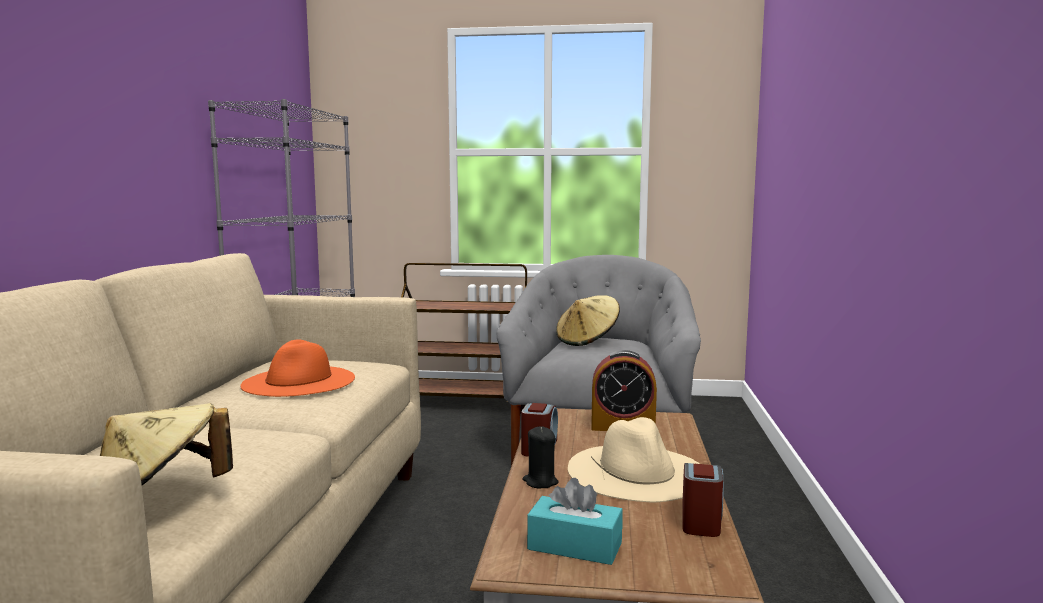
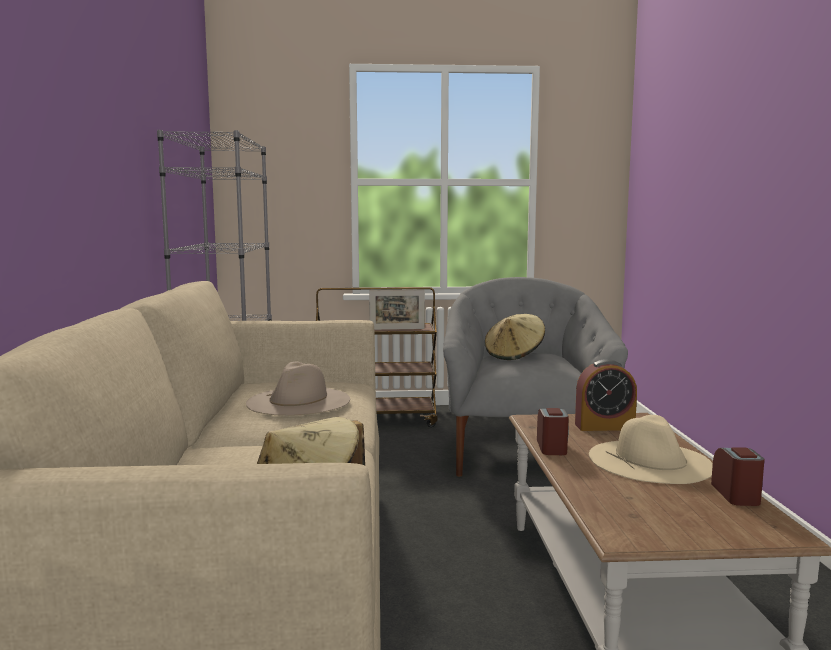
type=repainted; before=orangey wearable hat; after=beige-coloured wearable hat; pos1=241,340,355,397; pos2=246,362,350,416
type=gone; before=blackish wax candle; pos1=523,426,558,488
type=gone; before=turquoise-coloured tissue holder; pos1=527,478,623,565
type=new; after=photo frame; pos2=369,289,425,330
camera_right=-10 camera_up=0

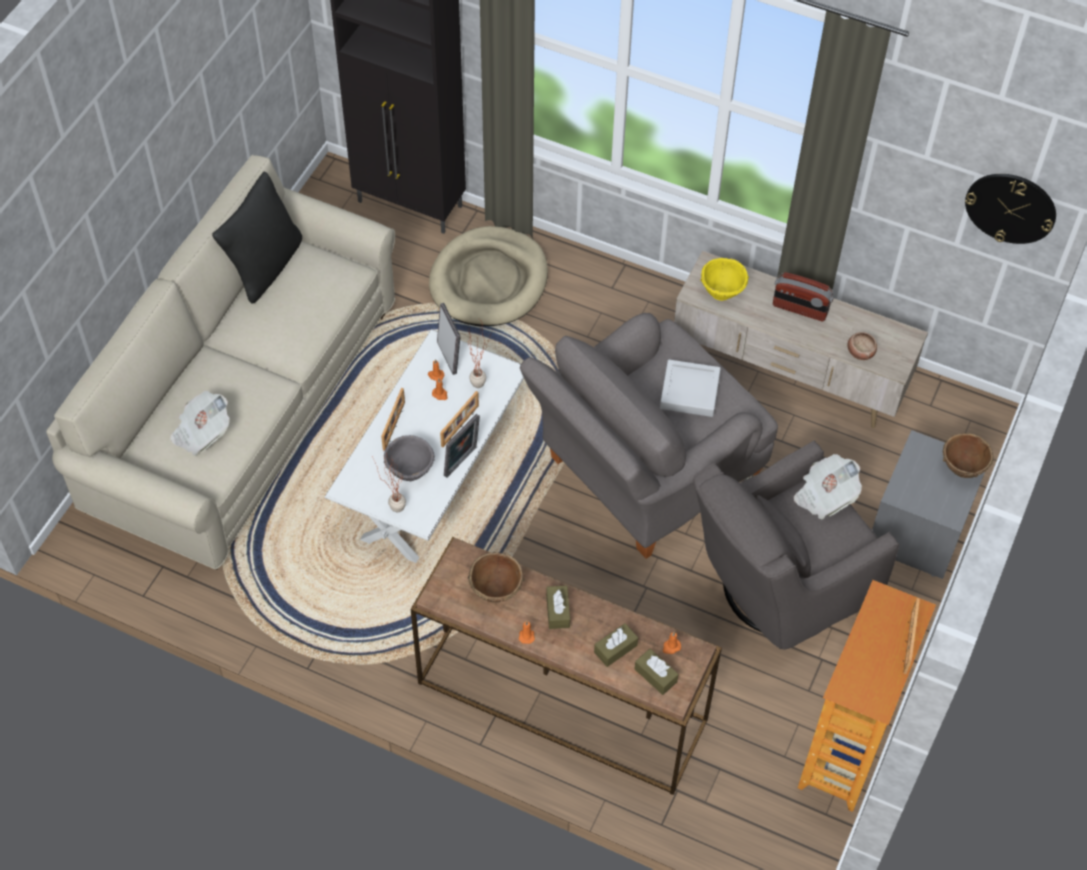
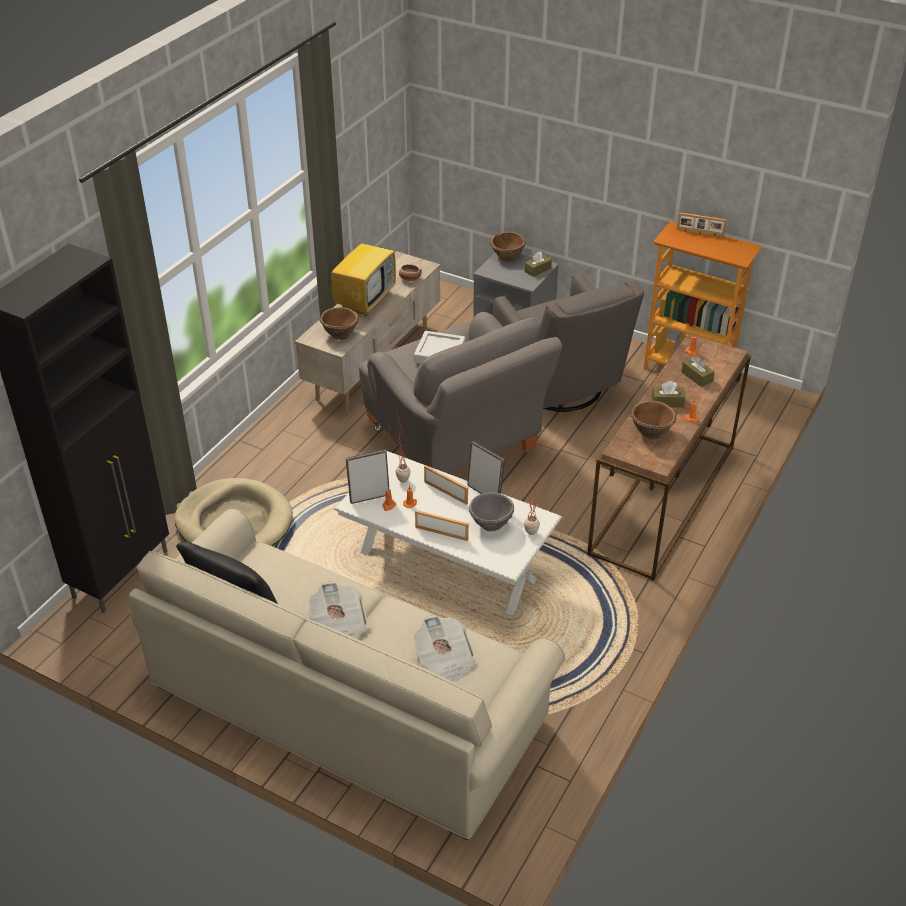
type=shifted; before=brownish tissue holder; pos1=635,649,679,695; pos2=524,251,552,277
type=repainted; before=yellow deep dish; after=brownish deep dish; pos1=701,258,749,301; pos2=319,307,359,340
type=swapped; before=radio receiver; after=TV; pos1=773,272,834,321; pos2=331,225,396,316
type=shifted; before=daily paper; pos1=794,454,862,520; pos2=309,581,368,639
type=gone; before=wall clock; pos1=965,174,1056,244
camera_right=-85 camera_up=-15

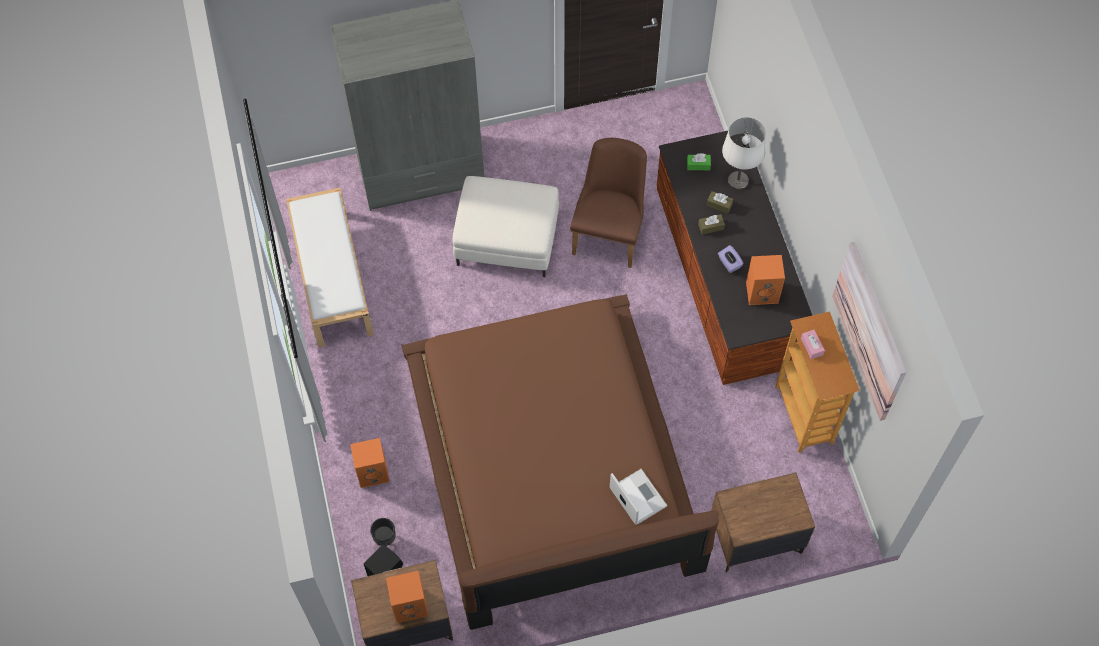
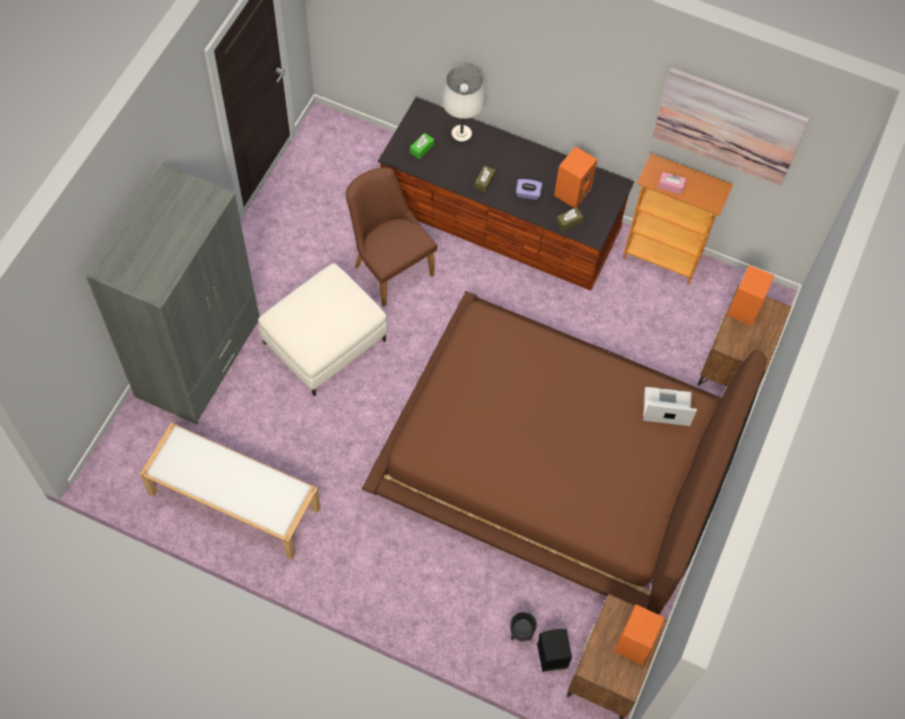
type=shifted; before=orangey audio speaker; pos1=350,438,390,488; pos2=727,265,775,326
type=shifted; before=brownish tissue holder; pos1=707,191,733,214; pos2=556,208,584,231
camera_right=-55 camera_up=0

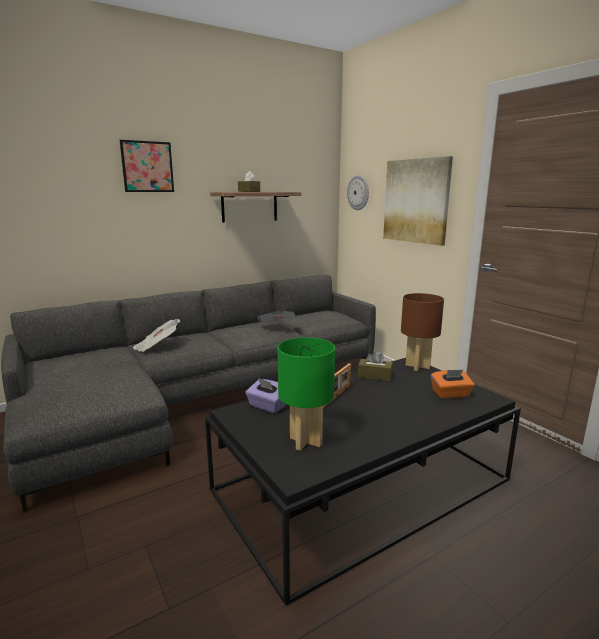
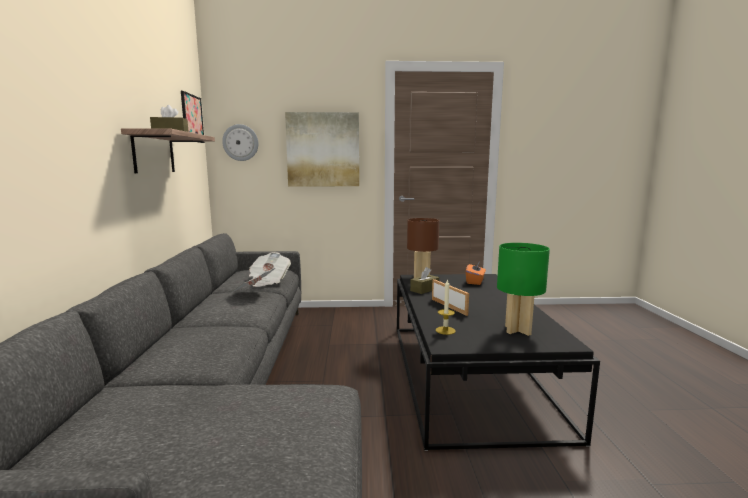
type=shifted; before=wall art; pos1=120,140,174,192; pos2=181,91,205,143
type=shifted; before=daily paper; pos1=133,319,180,352; pos2=249,252,291,287
type=swapped; before=purplish tissue holder; after=wax candle; pos1=245,378,286,413; pos2=436,279,456,335
camera_right=-60 camera_up=-5

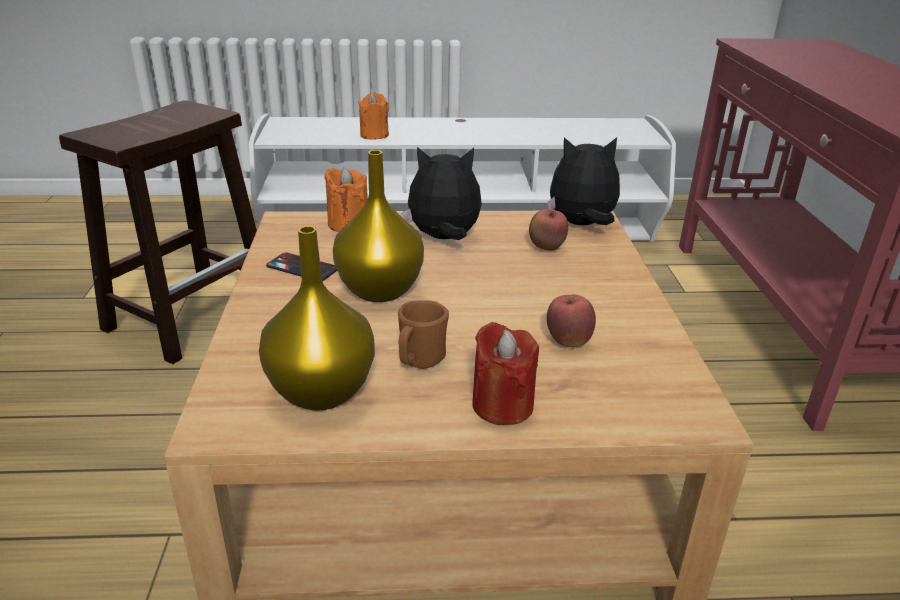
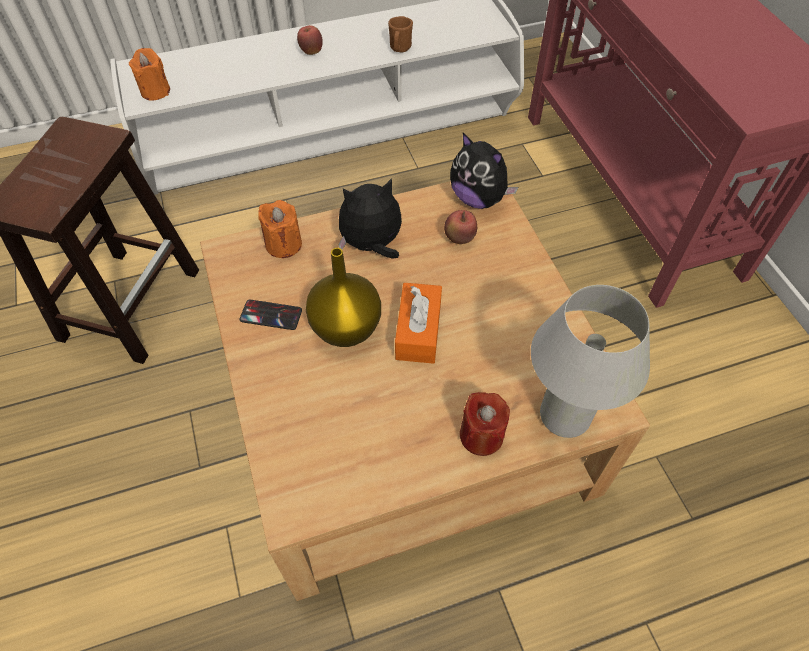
type=gone; before=yellow vase; pos1=259,226,375,411
type=shifted; before=orangey wax candle; pos1=358,93,389,140; pos2=129,48,170,100
type=shifted; before=brownish tea mug; pos1=398,300,449,369; pos2=388,16,413,52
type=shifted; before=whole apple; pos1=547,294,596,347; pos2=297,25,323,55
type=rotated; before=soft toy; pos1=548,137,620,225; pos2=450,133,518,209; turn=-120
type=new; after=orangey tissue holder; pos2=395,283,442,364
type=new; after=whitish tabletop lamp; pos2=531,285,650,438
camera_right=-15 camera_up=25

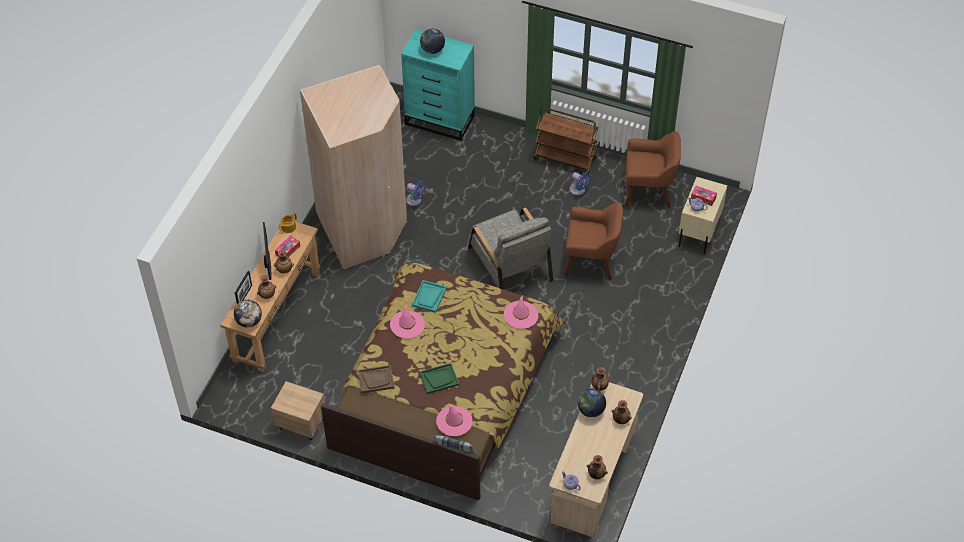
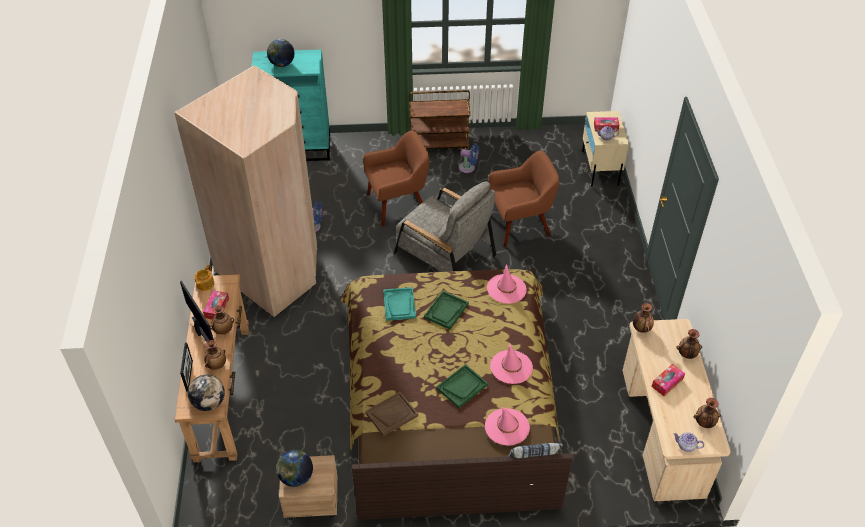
type=shifted; before=pinkish wearable hat; pos1=390,305,425,339; pos2=490,342,533,384
type=shifted; before=world globe; pos1=578,389,606,417; pos2=276,450,313,487
type=shifted; before=brownish easy chair; pos1=625,131,681,208; pos2=363,130,429,226
type=new; after=green-coloured serving tray; pos2=424,291,469,330
type=new; after=tissue holder; pos2=651,364,685,396
camera_right=-25 camera_up=-5

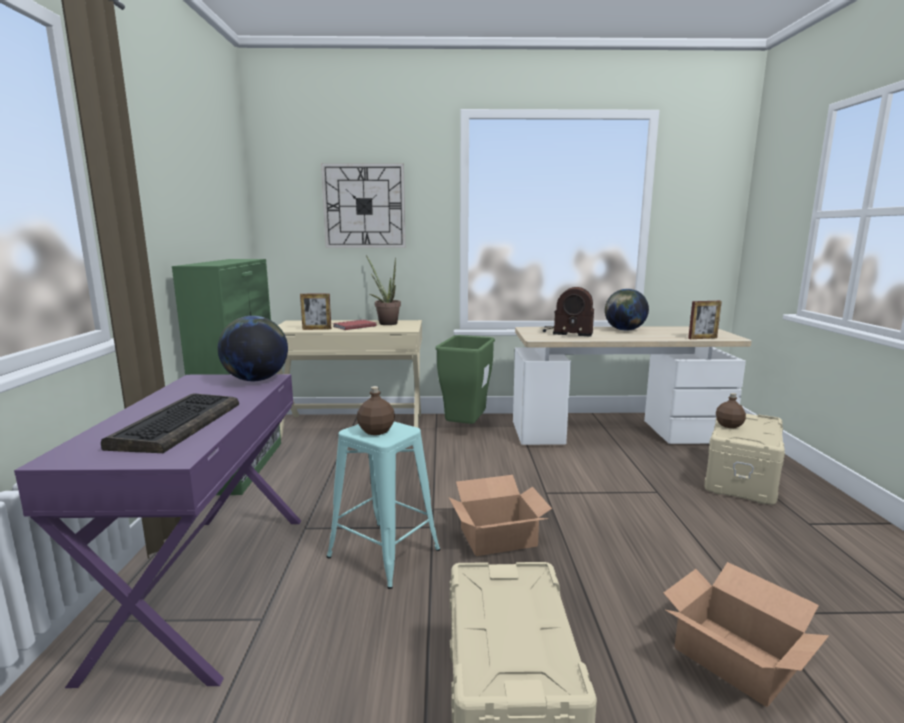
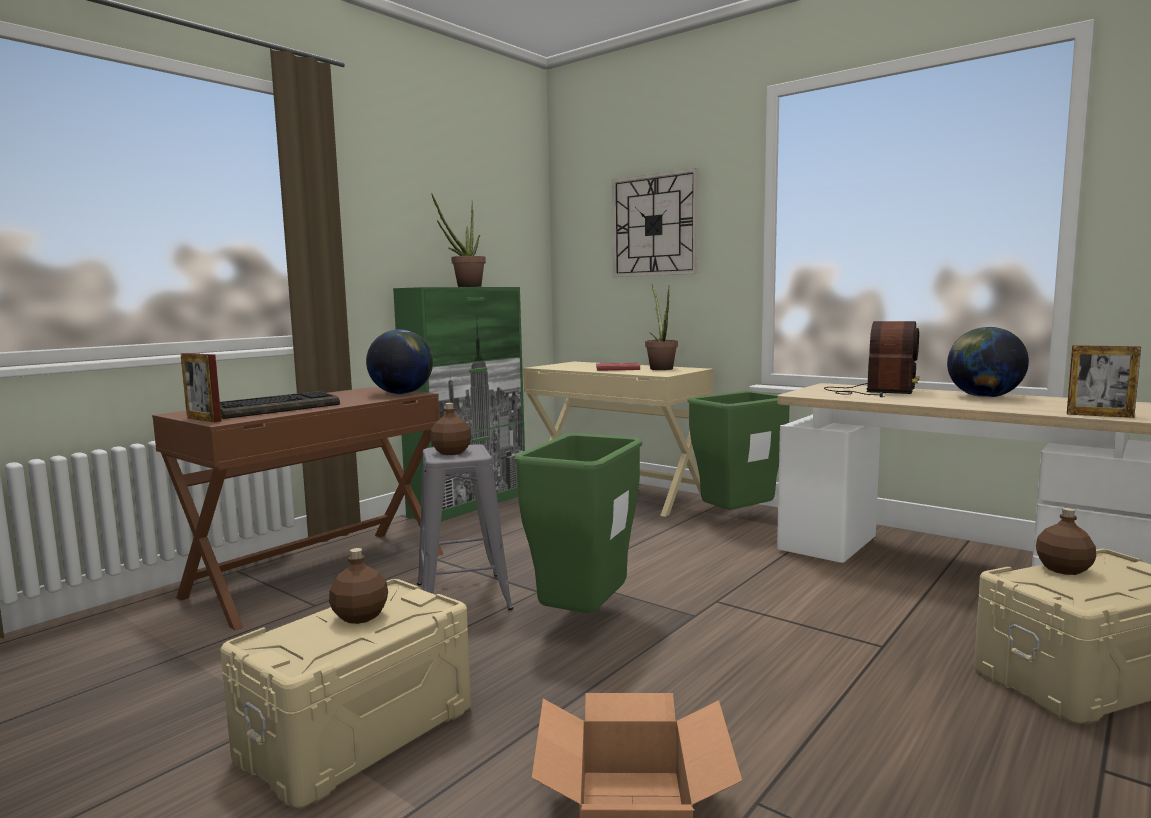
type=repainted; before=purplish desk table; after=brownish desk table; pos1=14,374,301,688; pos2=152,387,444,630
type=shifted; before=photo frame; pos1=300,293,331,330; pos2=180,353,222,422
type=repainted; before=turquoise-coloured stool seat; after=greyish stool seat; pos1=326,421,440,589; pos2=417,444,513,610
type=swapped; before=cardboard box; after=green-coloured waste bin; pos1=449,475,552,556; pos2=514,433,642,613
type=rotated; before=radio receiver; pos1=543,287,594,337; pos2=824,321,919,397; turn=-120
type=new; after=brownish drink bottle; pos2=329,548,388,624
type=new; after=houseplant; pos2=431,193,486,287
camera_right=40 camera_up=-5

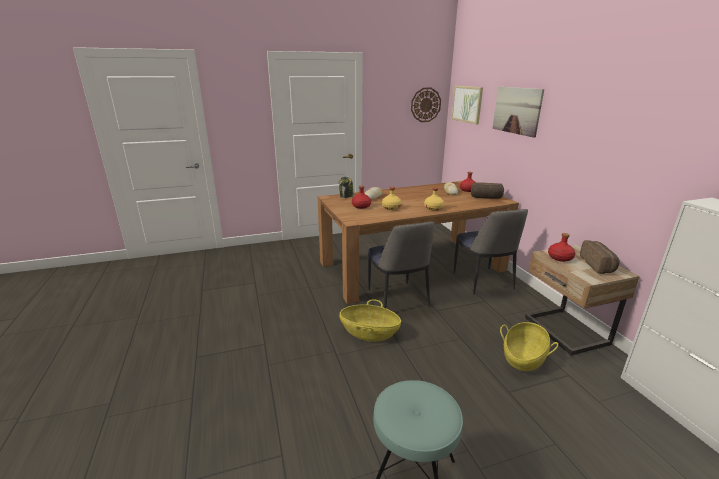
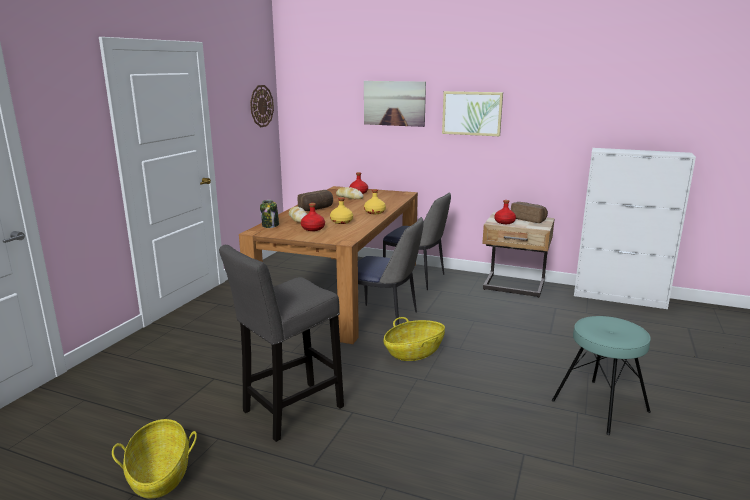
type=shifted; before=wall art; pos1=451,86,483,124; pos2=442,91,503,136
type=shifted; before=bread; pos1=471,182,504,199; pos2=298,190,333,211
type=shifted; before=household basket; pos1=500,322,558,371; pos2=112,419,197,499
type=new; after=greyish stool seat; pos2=219,245,344,442
camera_right=-50 camera_up=-5

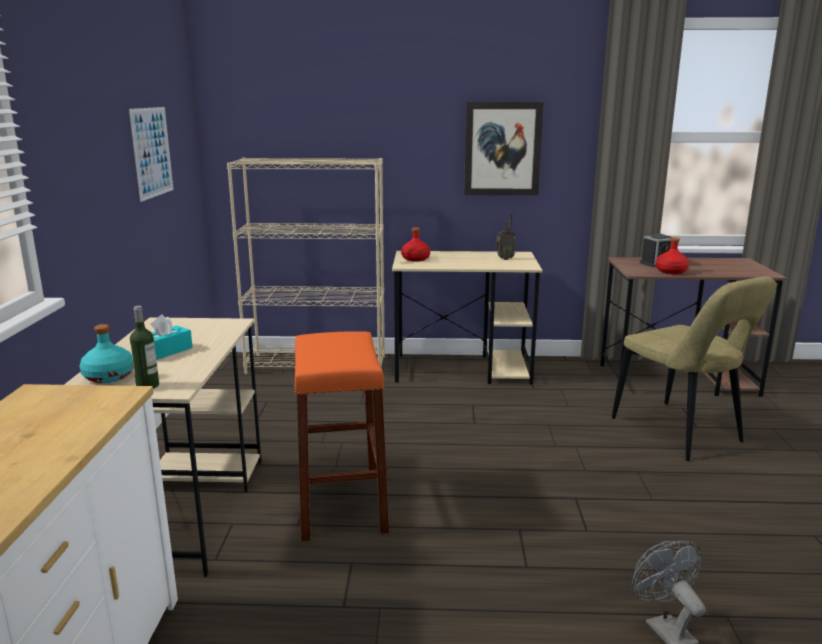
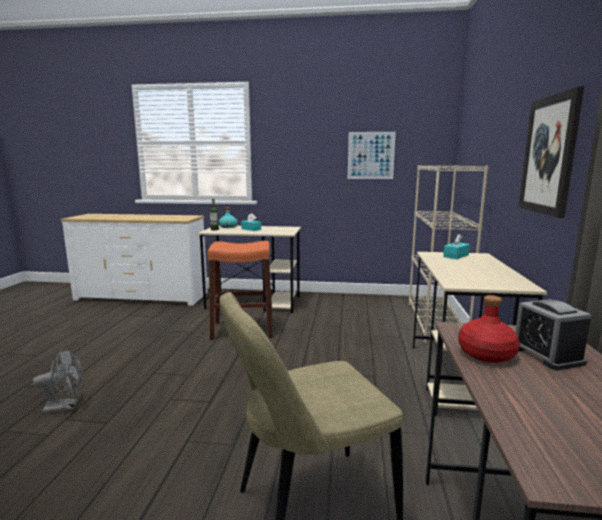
type=swapped; before=red-coloured drink bottle; after=turquoise-coloured tissue holder; pos1=401,227,430,261; pos2=443,234,470,259
type=gone; before=radio receiver; pos1=496,212,516,260
camera_right=95 camera_up=-5

